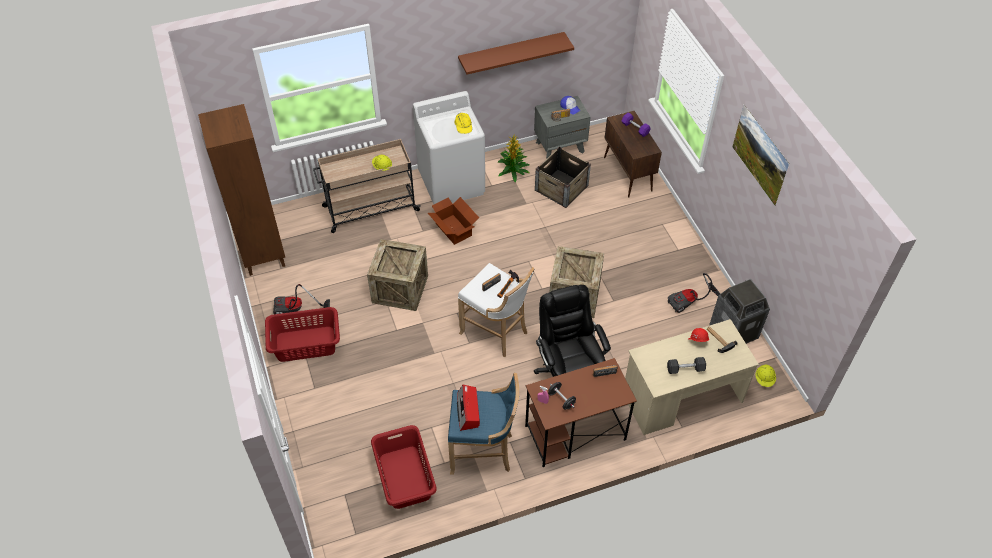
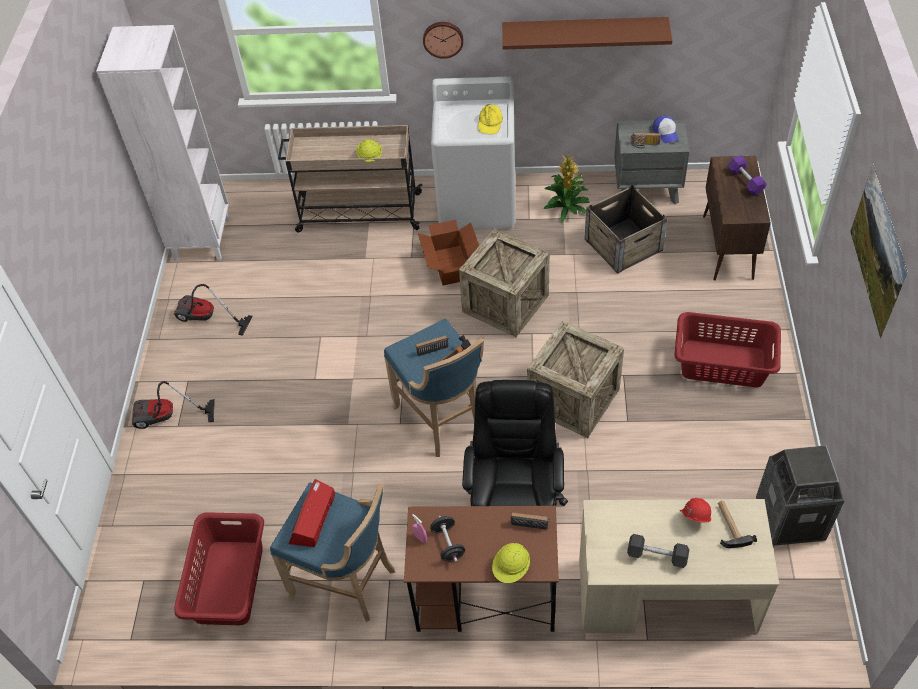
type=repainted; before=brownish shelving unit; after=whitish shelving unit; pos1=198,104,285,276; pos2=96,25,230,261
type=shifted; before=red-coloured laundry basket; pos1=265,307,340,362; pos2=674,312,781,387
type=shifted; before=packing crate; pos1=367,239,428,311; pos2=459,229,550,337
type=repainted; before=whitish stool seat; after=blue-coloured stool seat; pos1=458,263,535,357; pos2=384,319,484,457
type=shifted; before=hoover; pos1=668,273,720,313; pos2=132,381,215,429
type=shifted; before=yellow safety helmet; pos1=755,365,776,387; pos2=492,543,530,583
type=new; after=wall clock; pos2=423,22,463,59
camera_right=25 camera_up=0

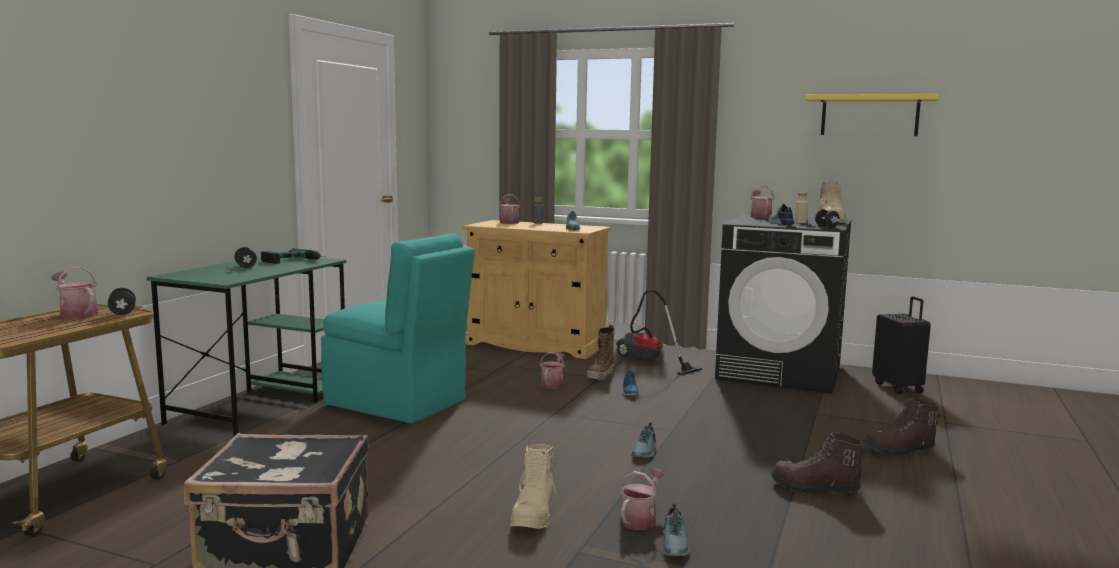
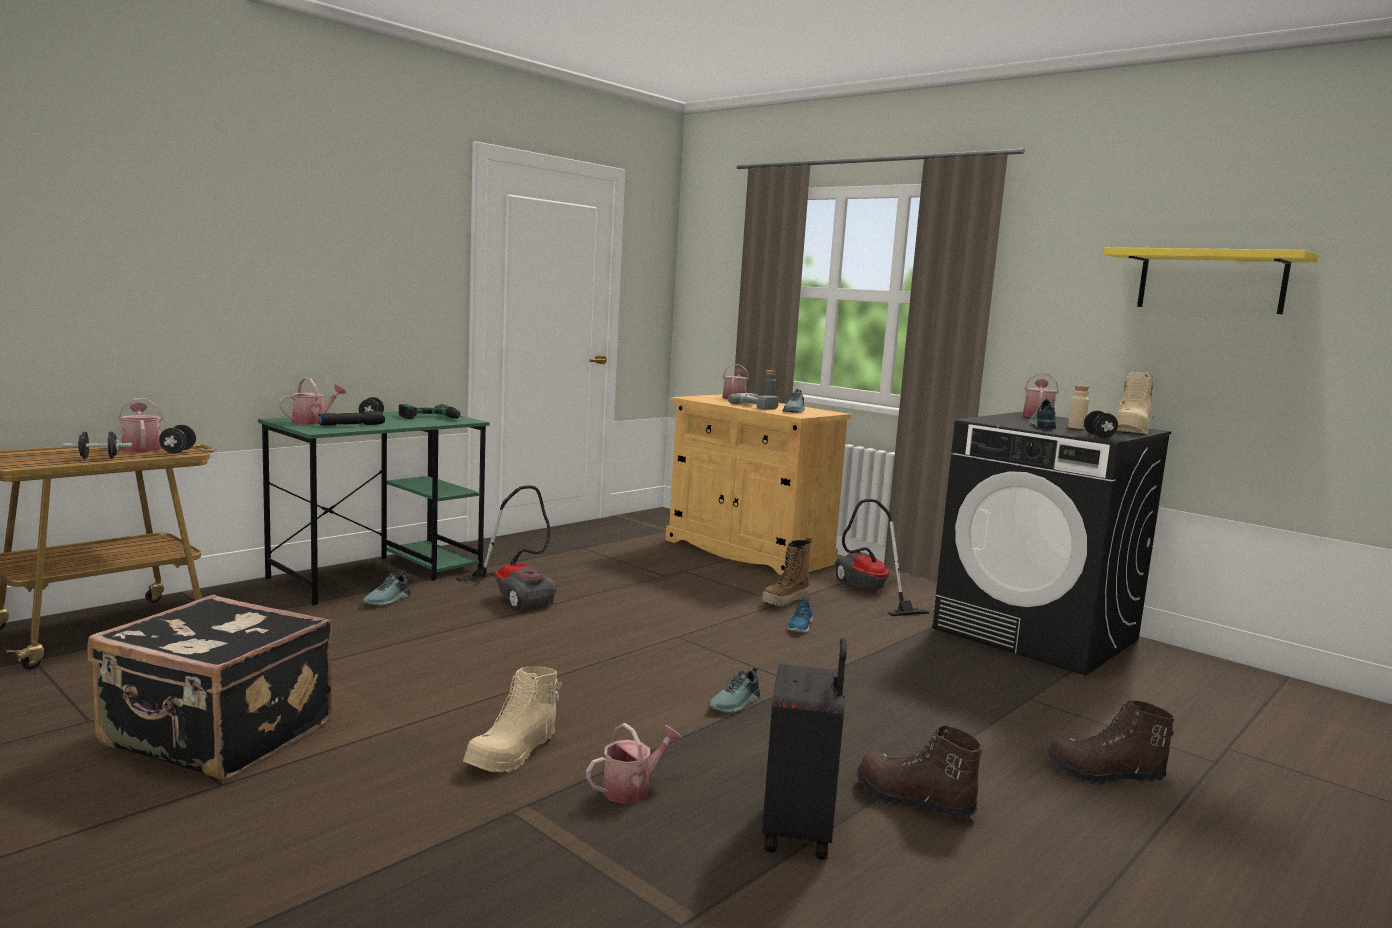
type=swapped; before=turquoise-coloured chair; after=hoover; pos1=321,233,475,424; pos2=456,485,557,610
type=shifted; before=watering can; pos1=540,352,565,389; pos2=279,377,346,425
type=shifted; before=low shoe; pos1=662,503,690,556; pos2=362,571,411,605
type=shifted; before=blackish travel case; pos1=872,296,931,394; pos2=762,638,847,860
type=new; after=blackish free weight; pos2=63,432,132,459
type=new; after=blackish torch; pos2=318,411,385,426
type=new; after=drill; pos2=728,393,779,410
camera_right=20 camera_up=0

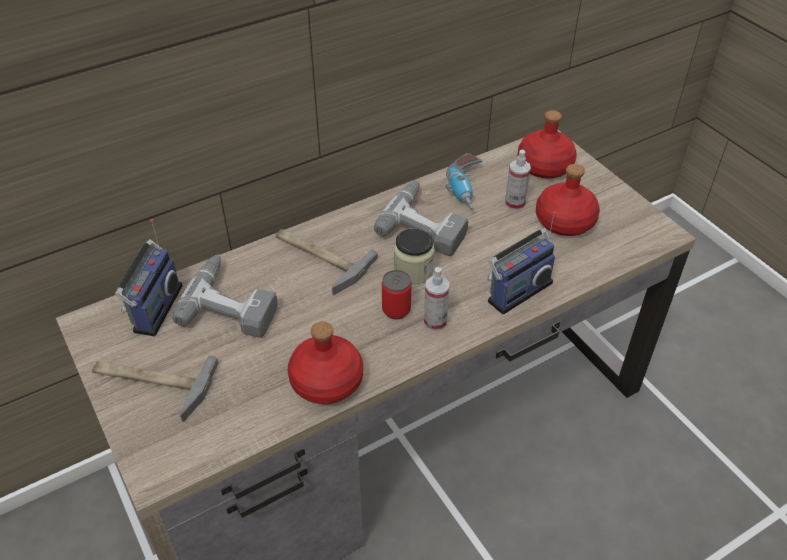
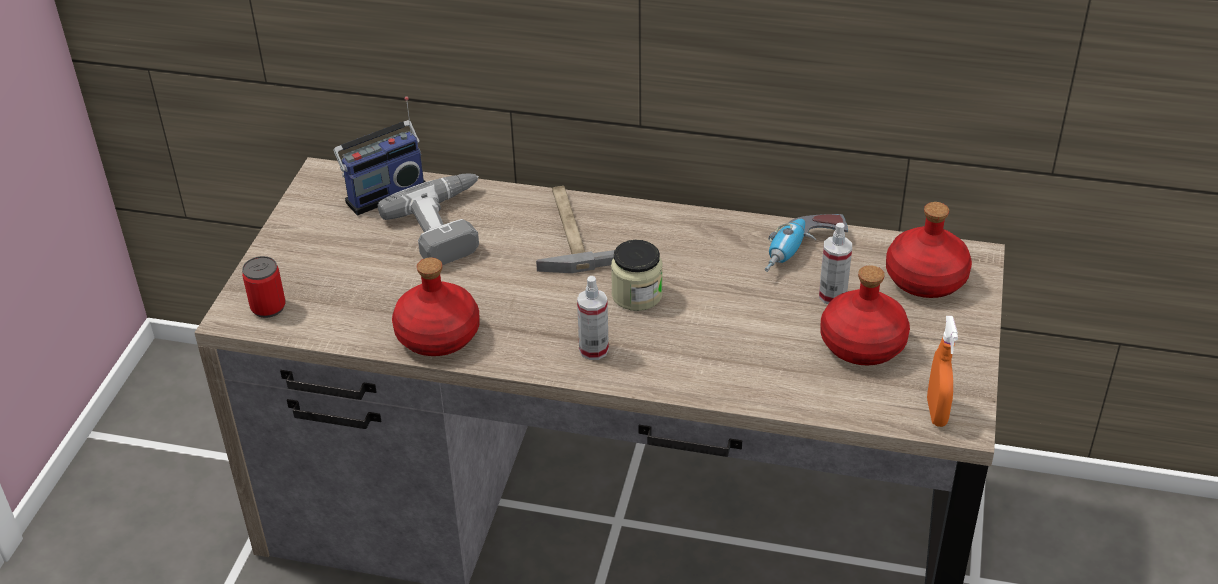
type=gone; before=hand hammer; pos1=92,356,218,422
type=gone; before=drill; pos1=374,180,468,256
type=shifted; before=sealed can; pos1=382,270,412,319; pos2=242,256,285,318
type=gone; before=radio receiver; pos1=487,211,556,315
type=new; after=orangey sprayer; pos2=927,316,958,427
camera_right=45 camera_up=-5

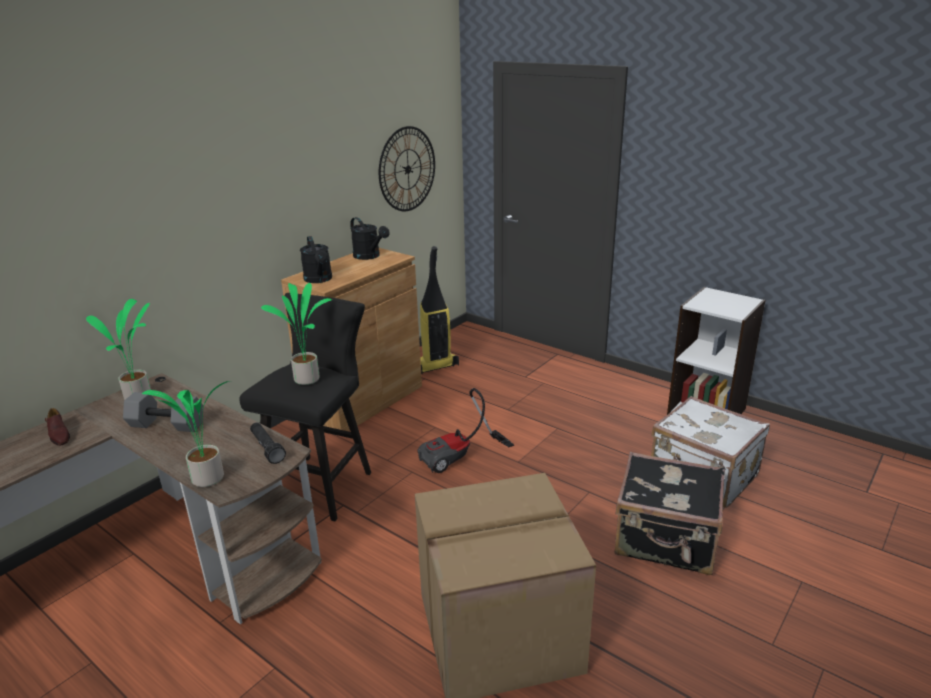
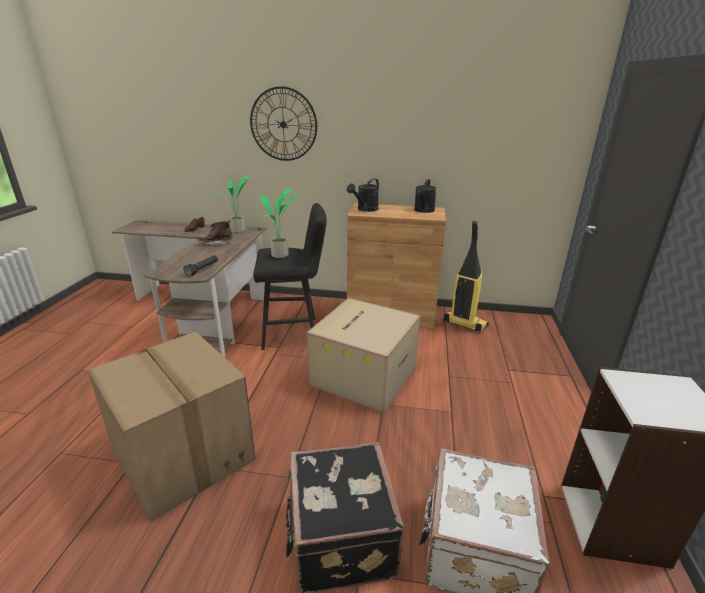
type=swapped; before=greyish free weight; after=brownish tall boot; pos1=123,392,203,432; pos2=196,220,232,245
type=gone; before=houseplant; pos1=142,381,230,487
type=shifted; before=wall clock; pos1=379,126,435,211; pos2=250,86,317,161
type=swapped; before=hoover; after=cardboard box; pos1=418,388,514,473; pos2=307,298,420,413
camera_right=60 camera_up=0

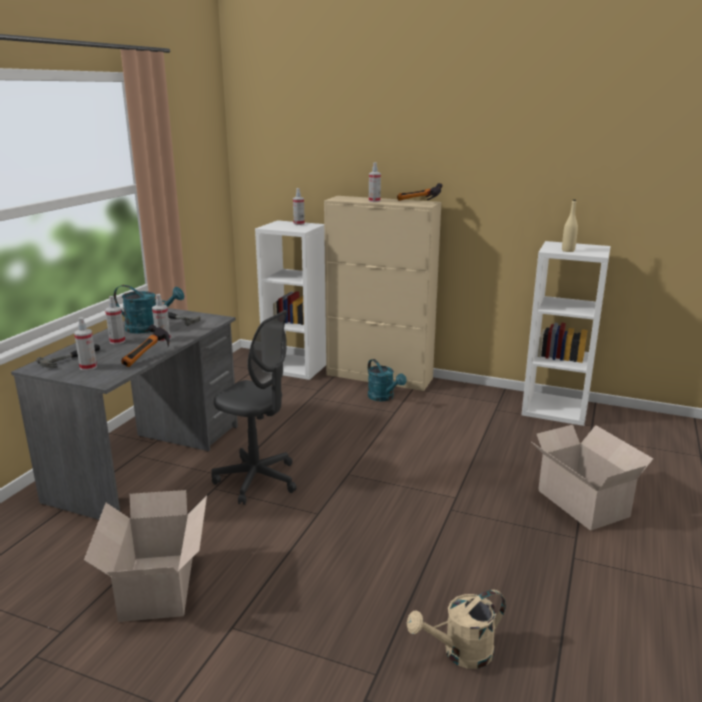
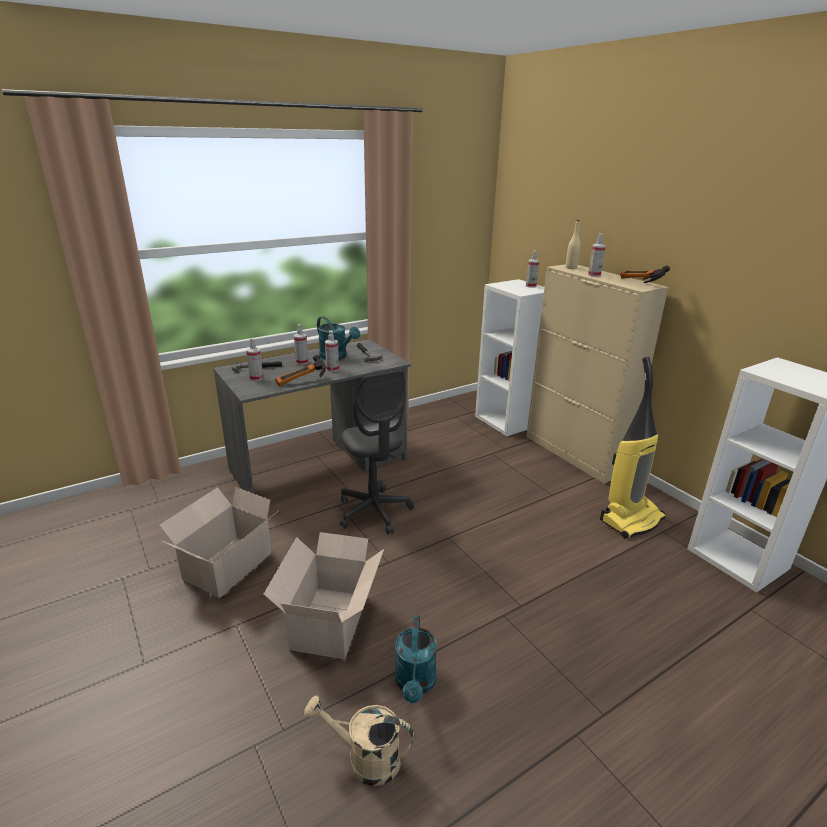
type=shifted; before=turquoise-coloured watering can; pos1=368,359,407,402; pos2=395,615,437,703
type=shifted; before=cardboard box; pos1=532,425,653,531; pos2=264,532,384,659
type=shifted; before=beige-coloured drink bottle; pos1=562,199,578,252; pos2=566,220,580,269
type=new; after=hoover; pos2=600,357,666,539
camera_right=35 camera_up=5

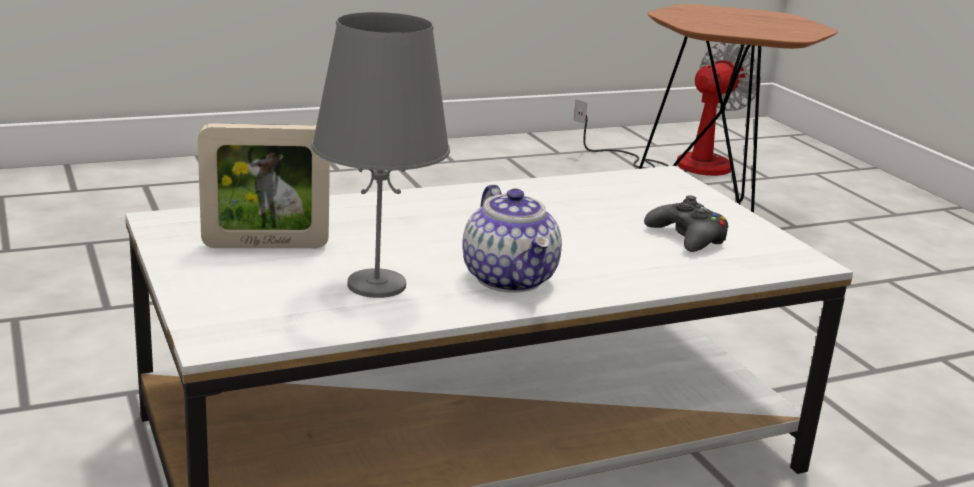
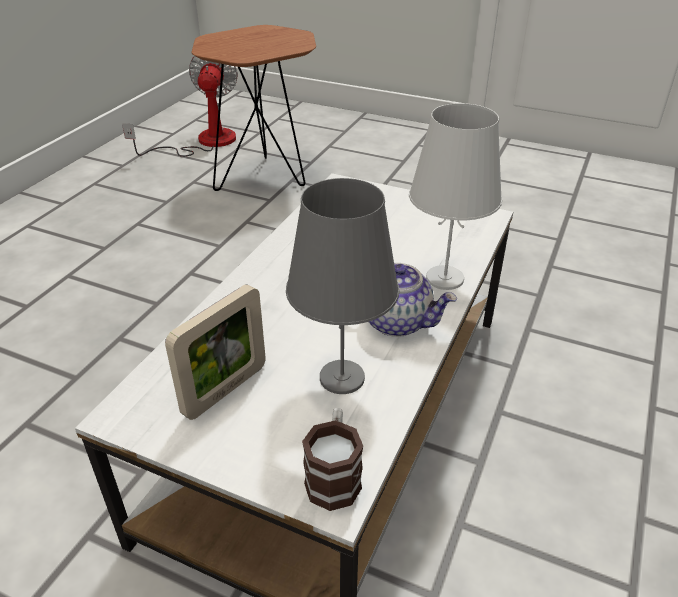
type=gone; before=blackish gamepad; pos1=644,195,728,252
type=new; after=tea mug; pos2=302,408,363,511
type=new; after=whitish tabletop lamp; pos2=409,103,502,290
camera_right=-40 camera_up=15

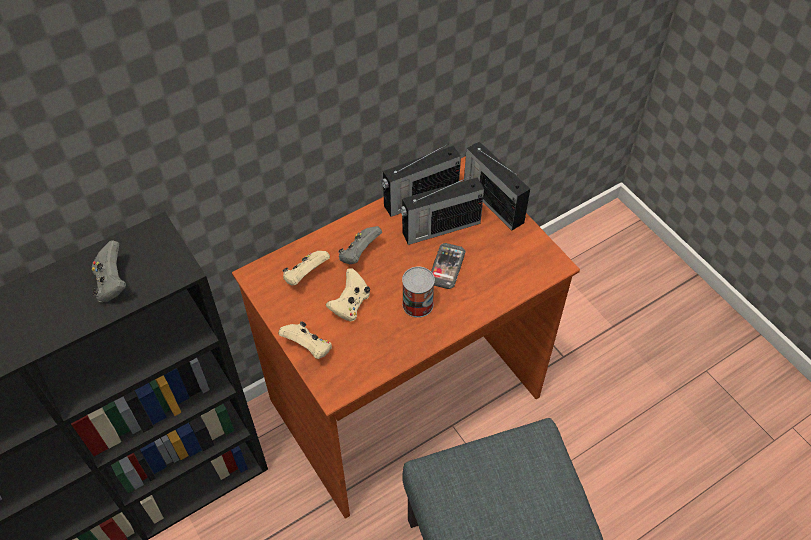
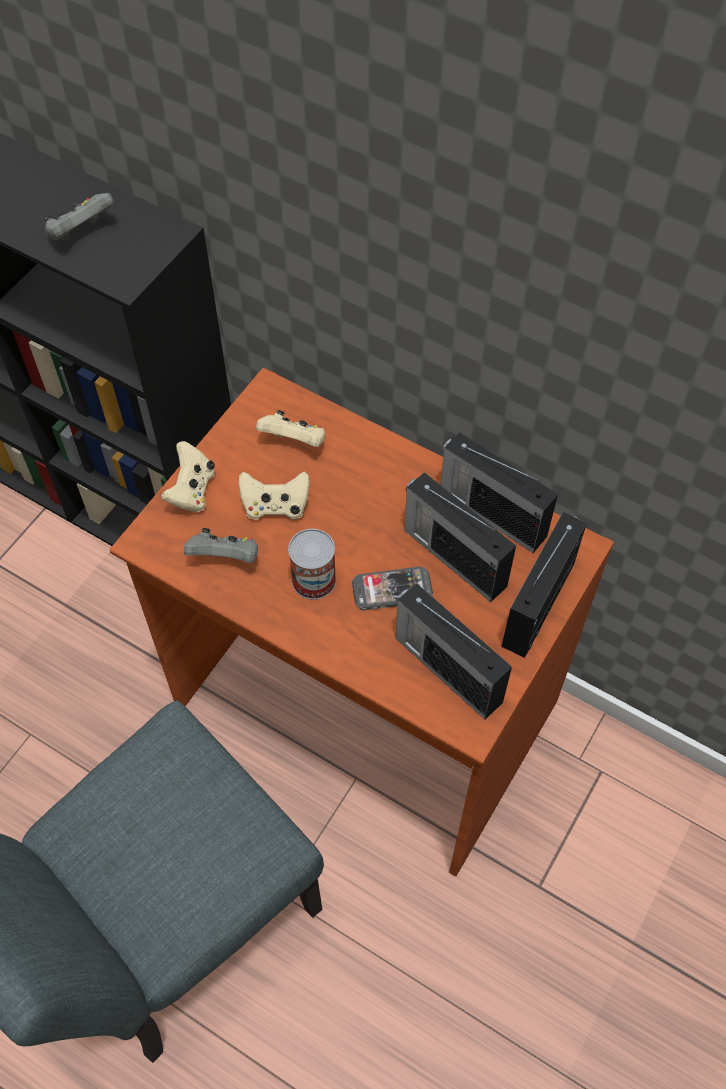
type=shifted; before=greyish gamepad; pos1=338,226,382,264; pos2=184,528,258,563
type=new; after=radio receiver; pos2=396,583,512,720
camera_right=65 camera_up=5

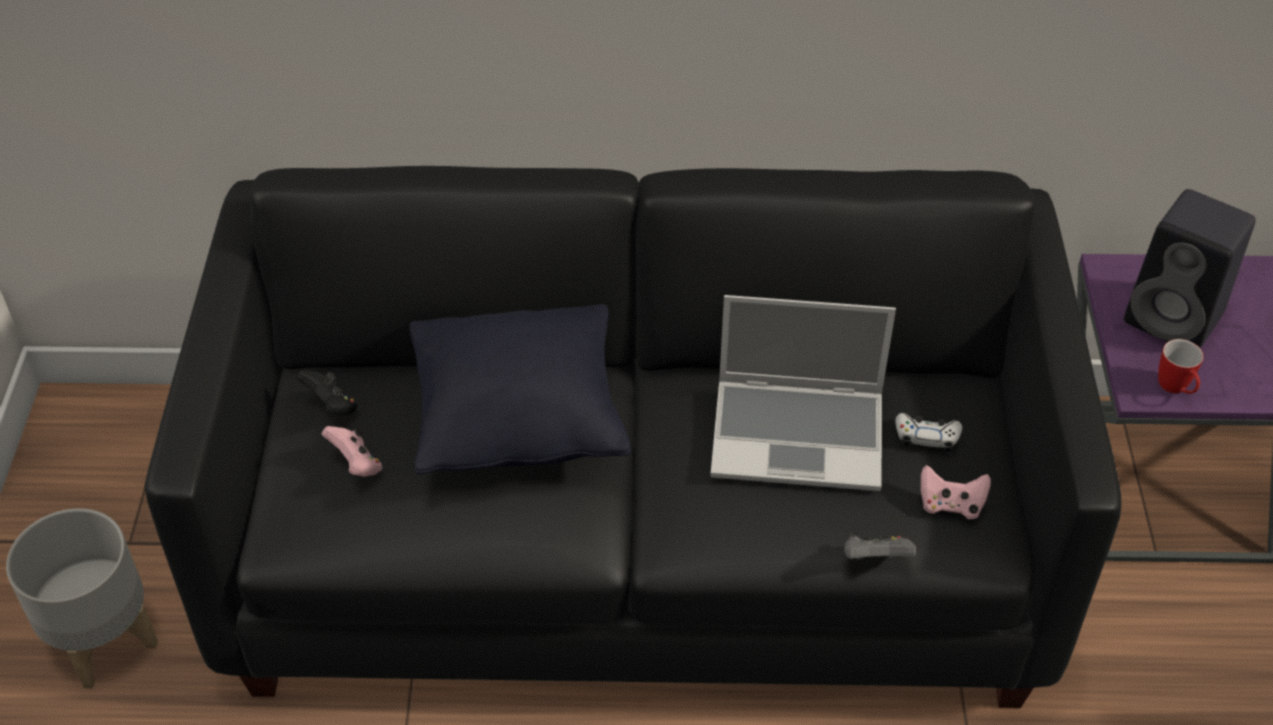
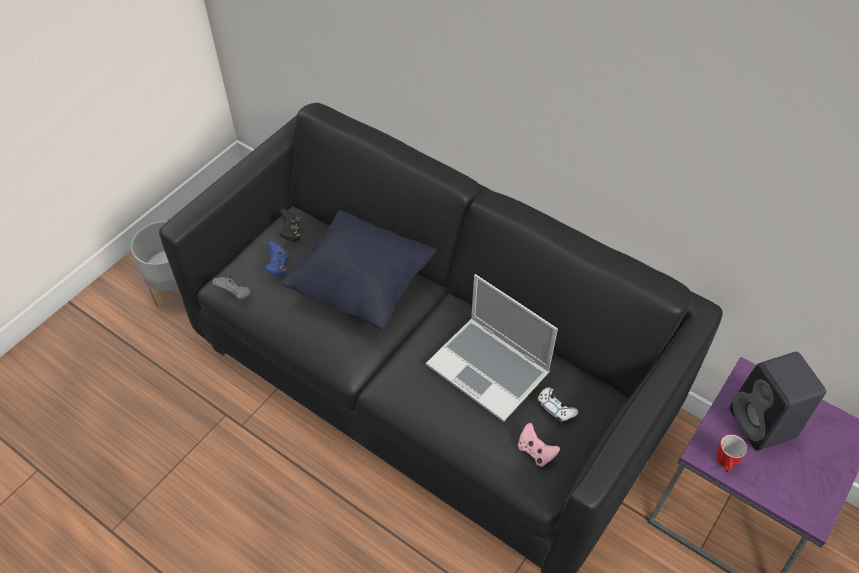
type=repainted; before=pinkish gamepad; after=blue-coloured gamepad; pos1=322,426,382,477; pos2=264,241,288,276
type=shifted; before=greyish gamepad; pos1=844,533,916,560; pos2=212,276,250,299
camera_right=35 camera_up=5

